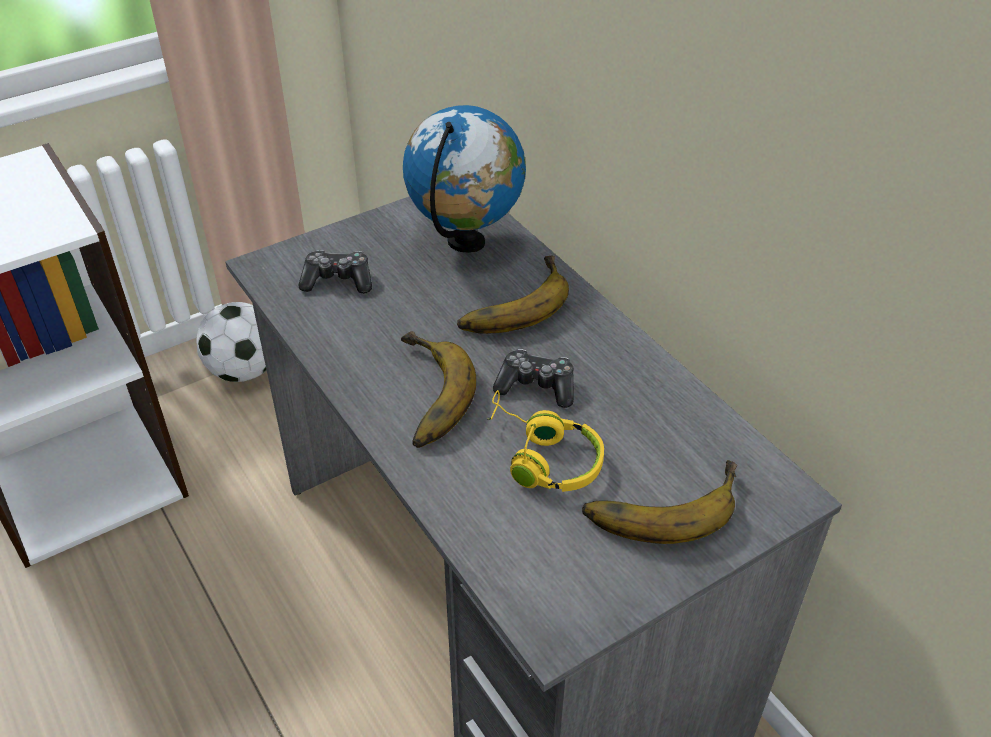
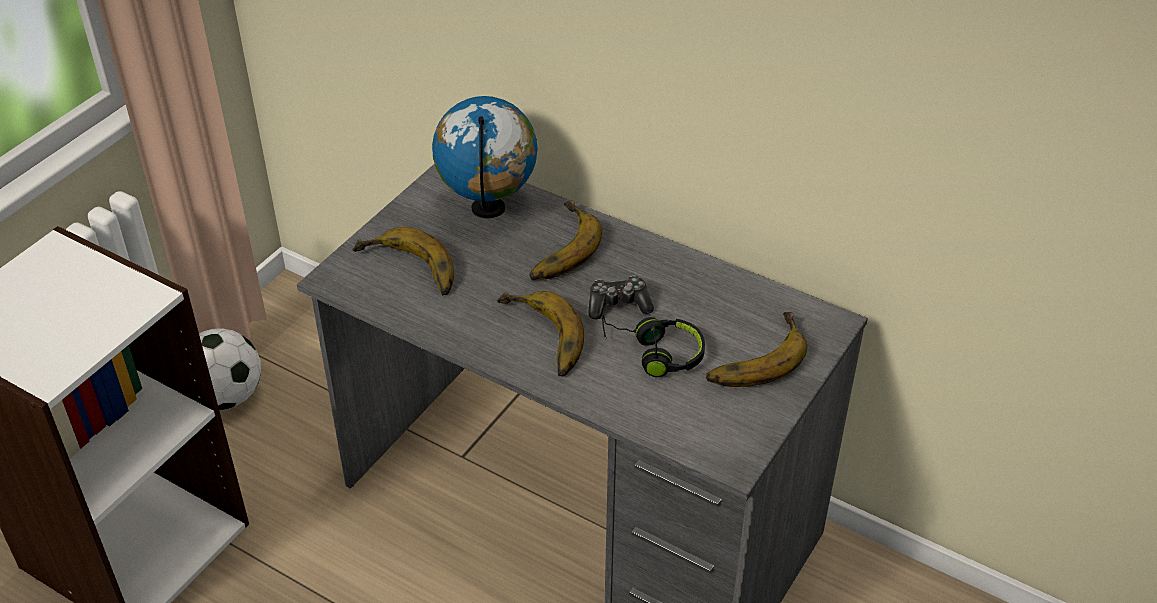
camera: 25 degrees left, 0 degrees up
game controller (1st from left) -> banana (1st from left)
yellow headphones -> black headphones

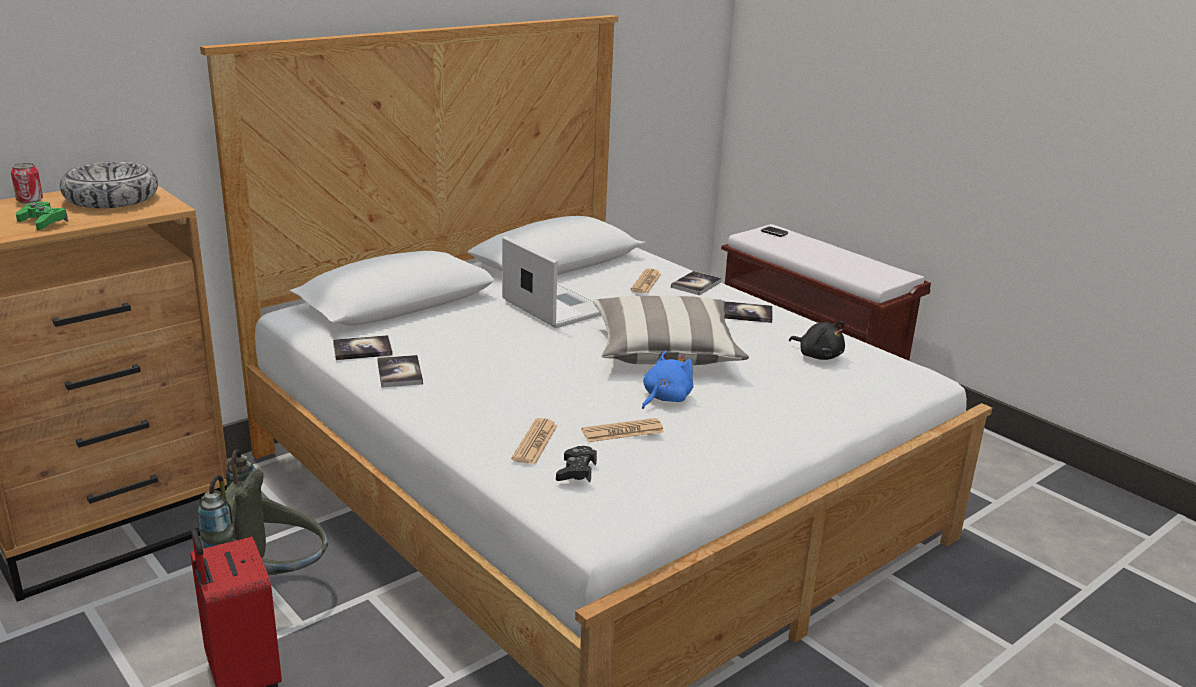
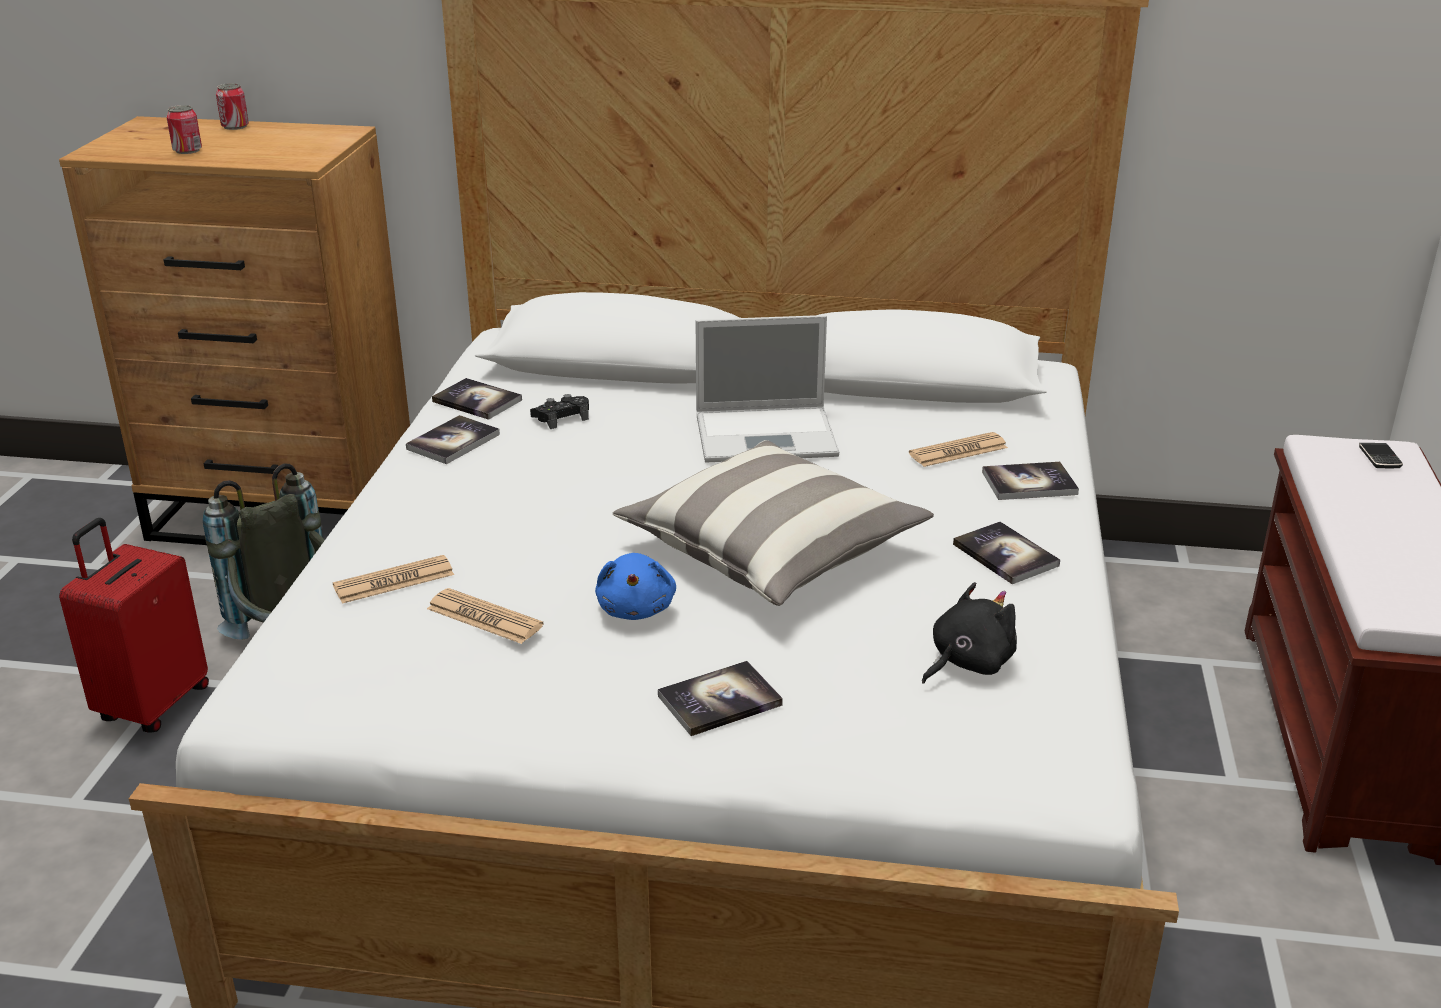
camera: 50 degrees right, 5 degrees up
bowl -> none
green game controller -> can (1st from left)
laptop, 75 degrees clockwise
black plush toy, 135 degrees counterclockwise
blue plush toy, 90 degrees clockwise
black game controller, moved
none -> book (3rd from left)

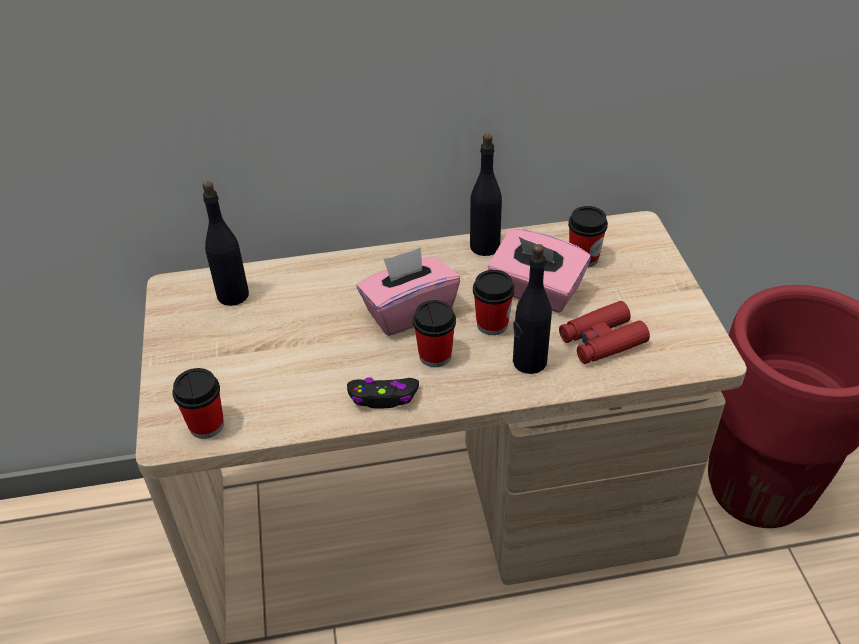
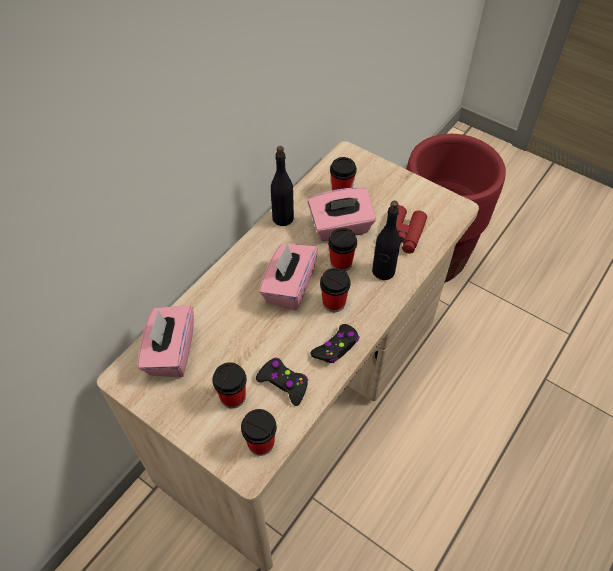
camera: 45 degrees left, 10 degrees up
black bottle (1st from left) -> pink tissue box (1st from left)
none -> black game controller (1st from left)
none -> cup (1st from left)

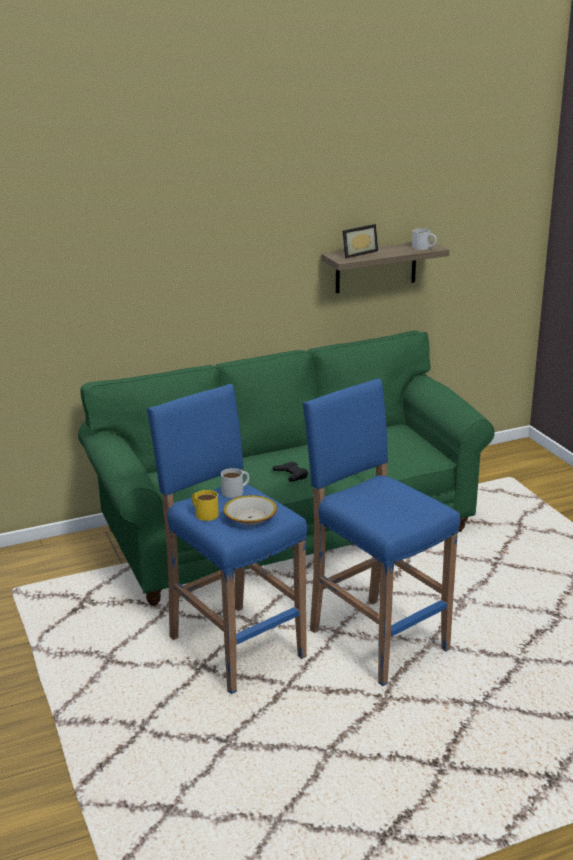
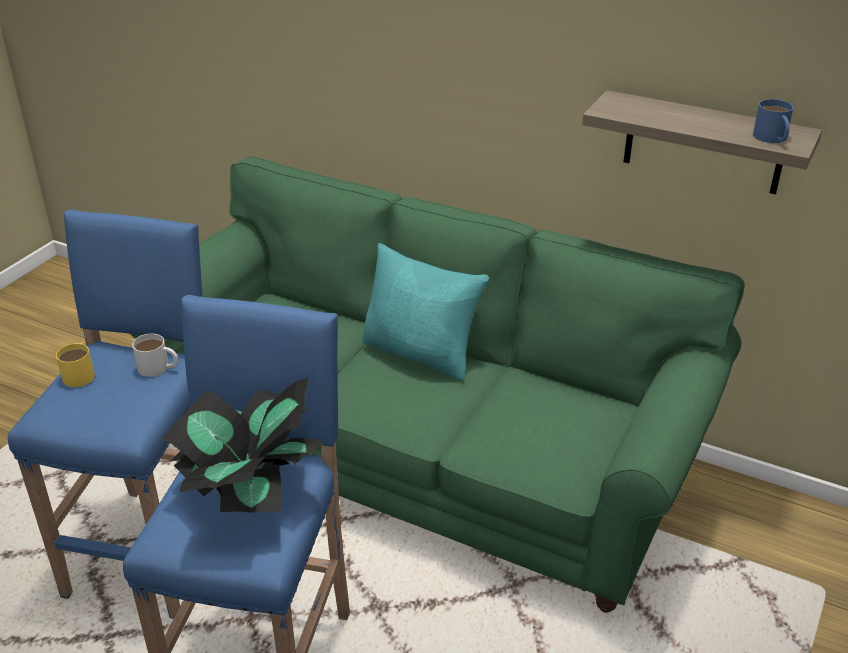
camera: 50 degrees right, 10 degrees up
picture frame -> none
white mug (2nd from left) -> blue mug
black game controller -> none
bowl -> none
none -> turquoise pillow
none -> potted plant

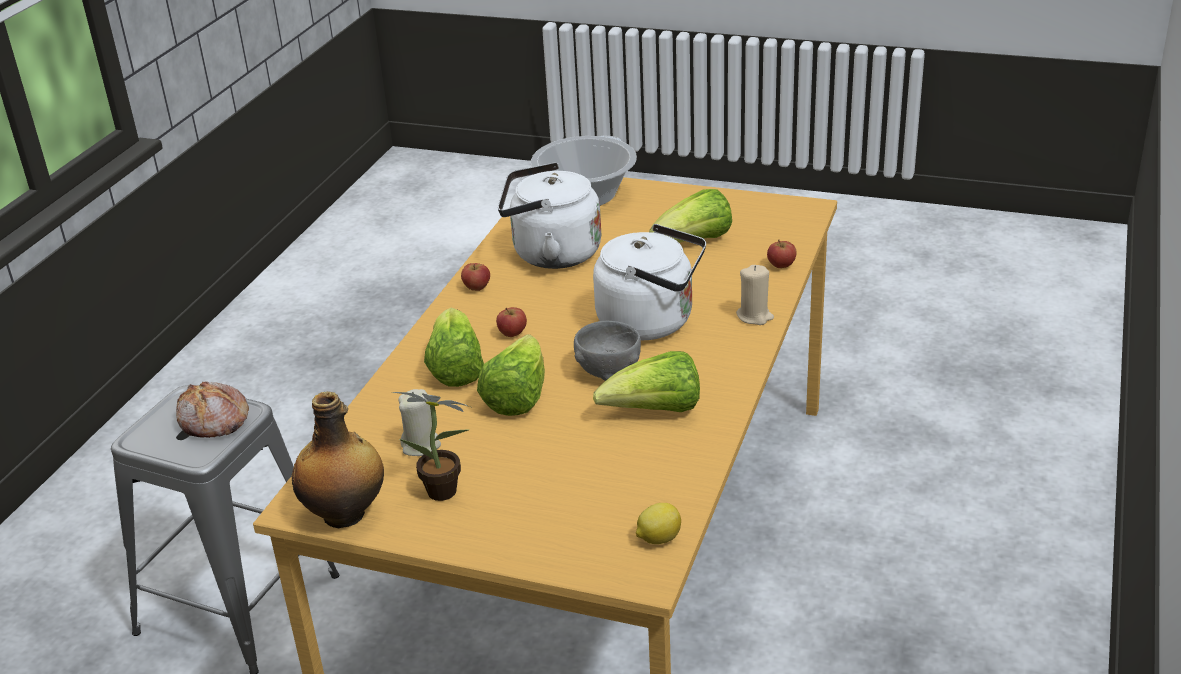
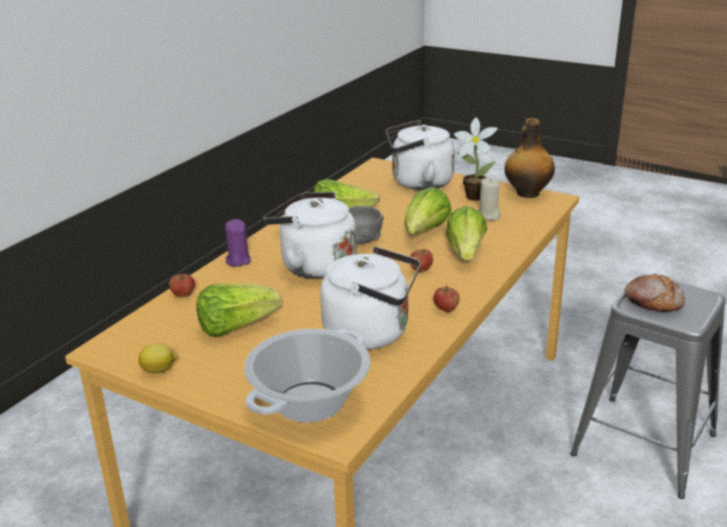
camera: 170 degrees left, 5 degrees down
beige candle (2nd from left) -> purple candle
lemon, moved
none -> white kettle (3rd from left)

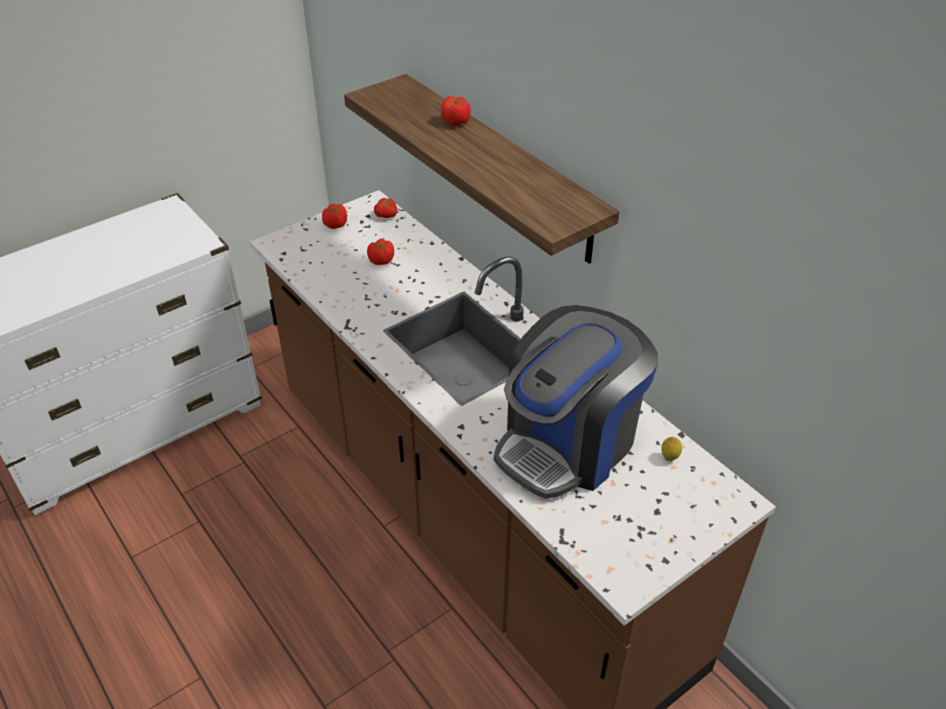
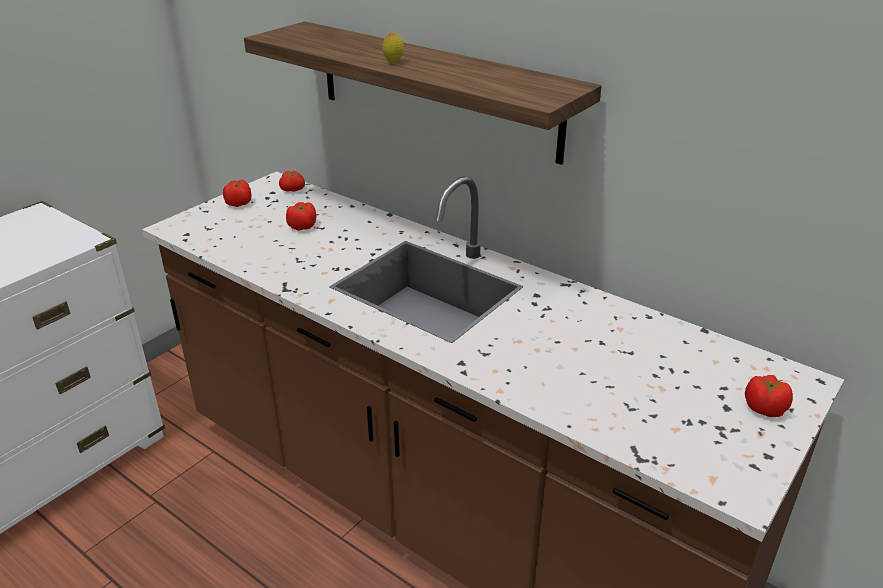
camera: 15 degrees left, 10 degrees down
tomato (4th from left), moved
coffee machine -> none
lemon, moved

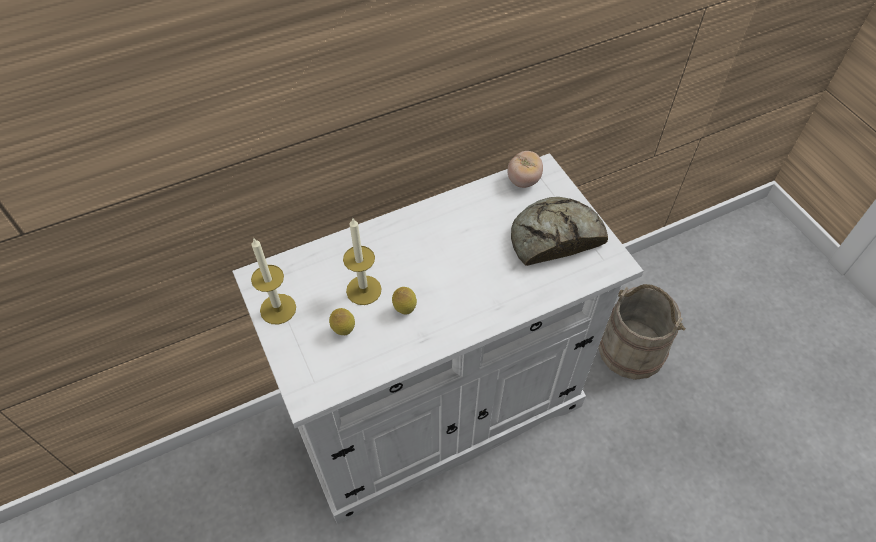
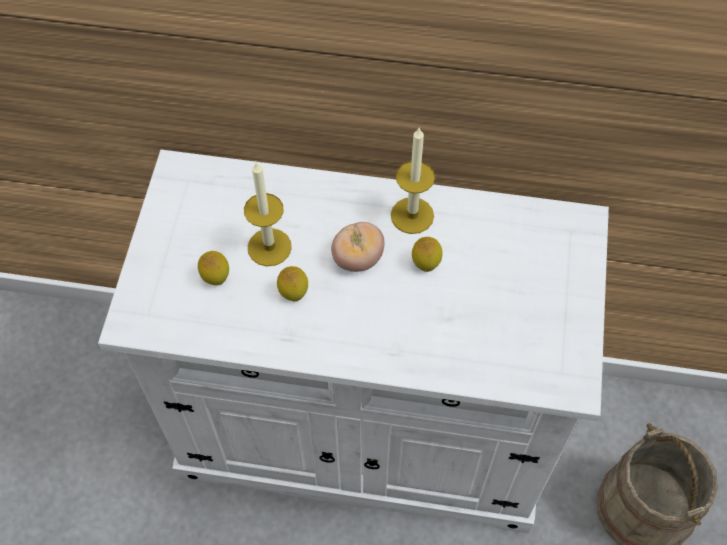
camera: 35 degrees right, 5 degrees up
tomato, moved
bread -> none
candle (1st from left in the first image) -> candle (2nd from left), moved
none -> lemon (3rd from left)

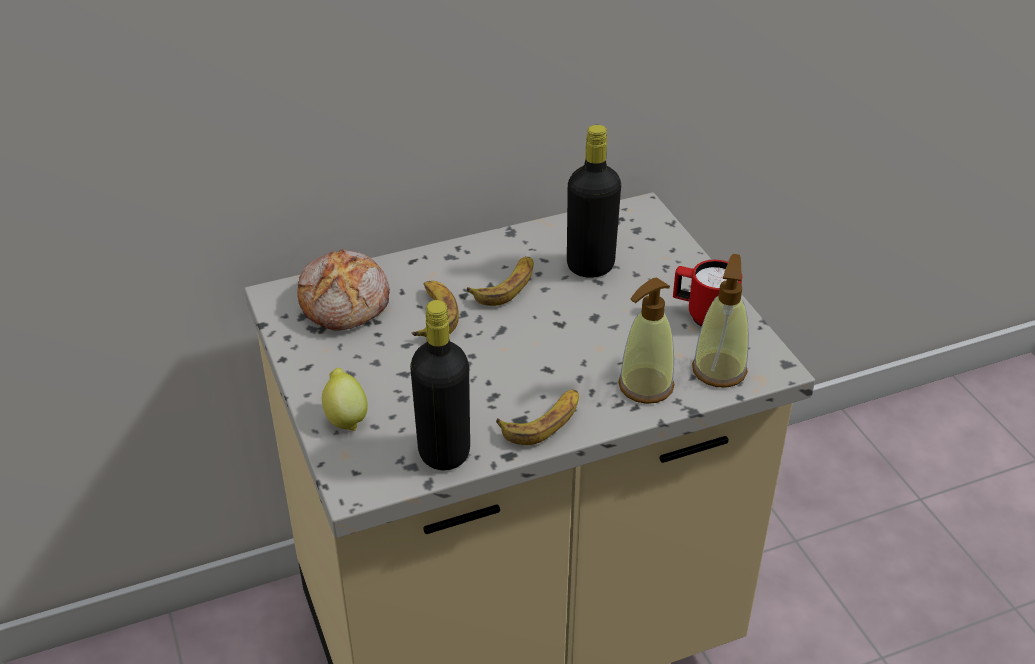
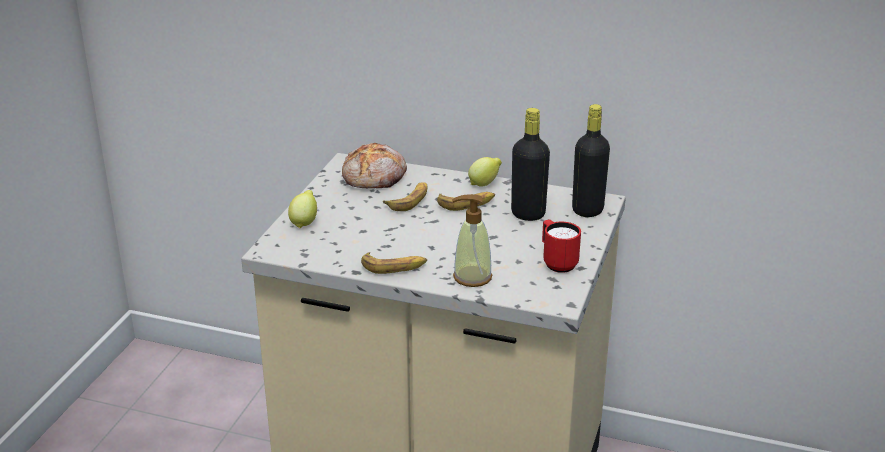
camera: 40 degrees right, 10 degrees down
soap dispenser (2nd from left) -> none
black bottle (1st from left in the first image) -> black bottle (2nd from left), moved
none -> lemon (2nd from left)

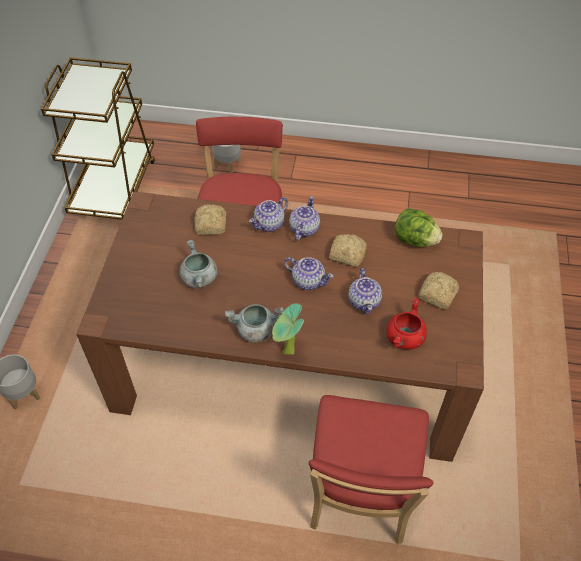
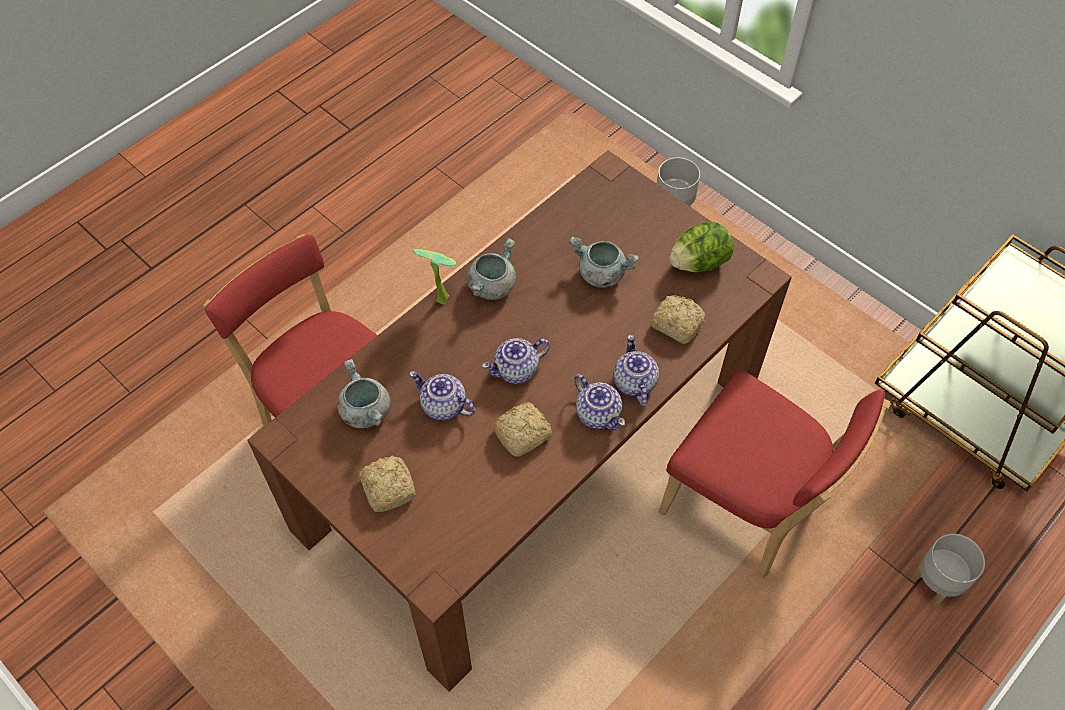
camera: 125 degrees right, 5 degrees up
lettuce, moved
red cooking pot -> grey cooking pot (1st from left)

